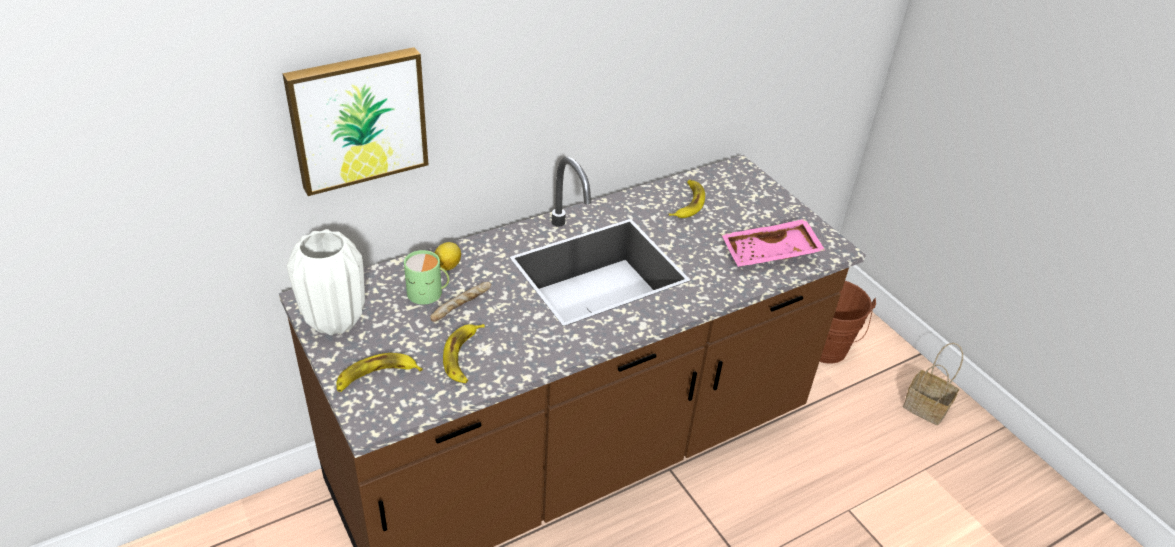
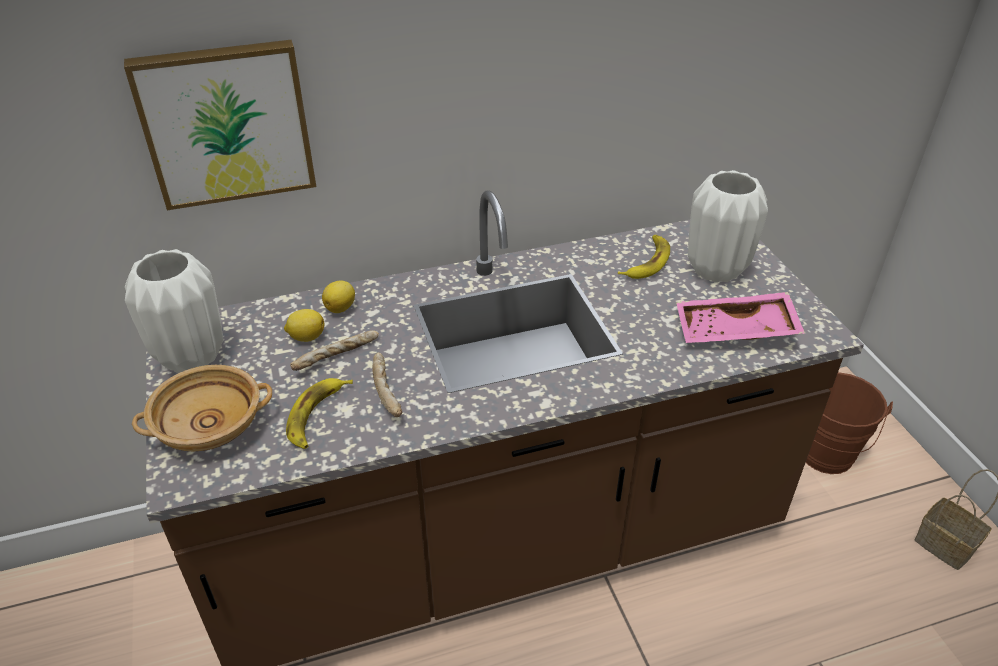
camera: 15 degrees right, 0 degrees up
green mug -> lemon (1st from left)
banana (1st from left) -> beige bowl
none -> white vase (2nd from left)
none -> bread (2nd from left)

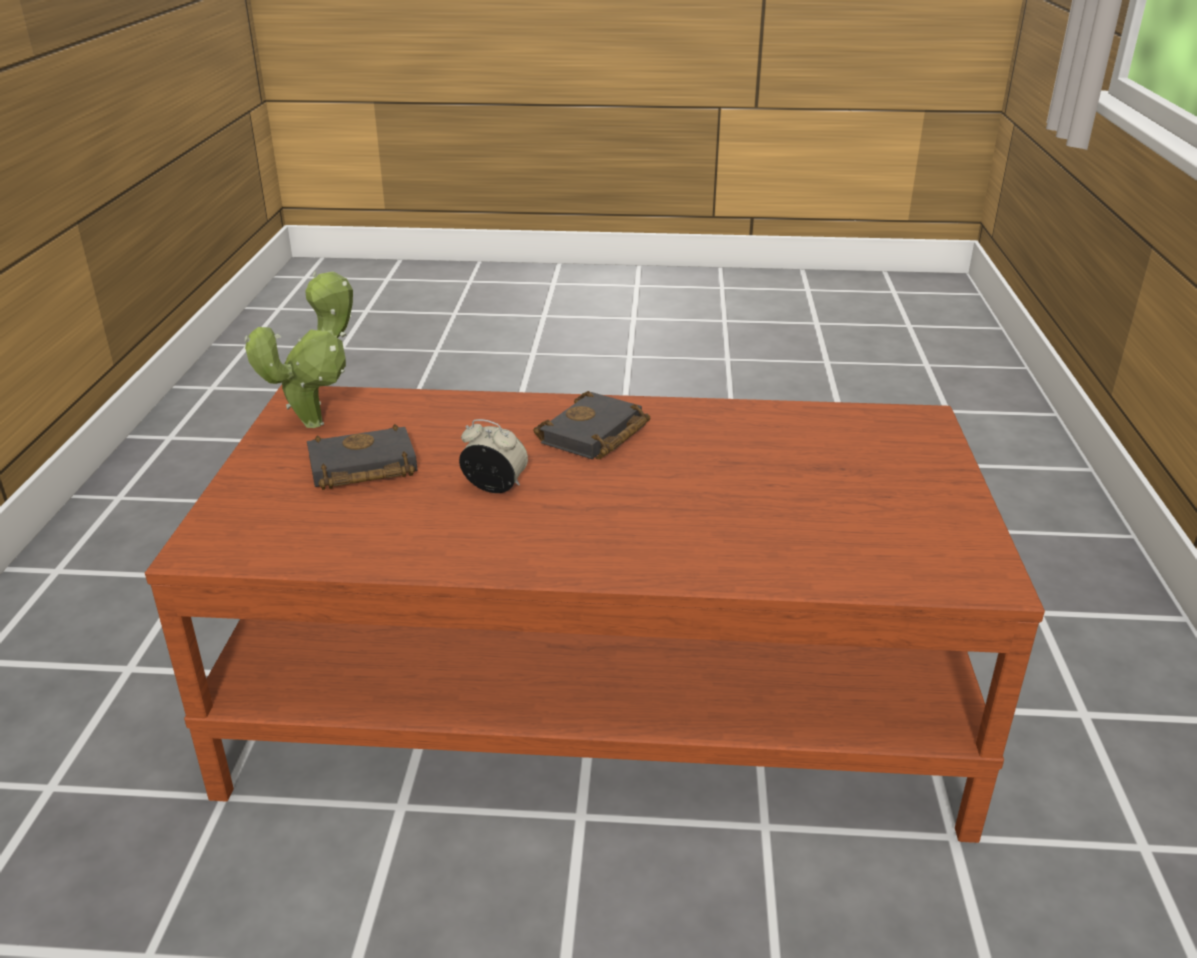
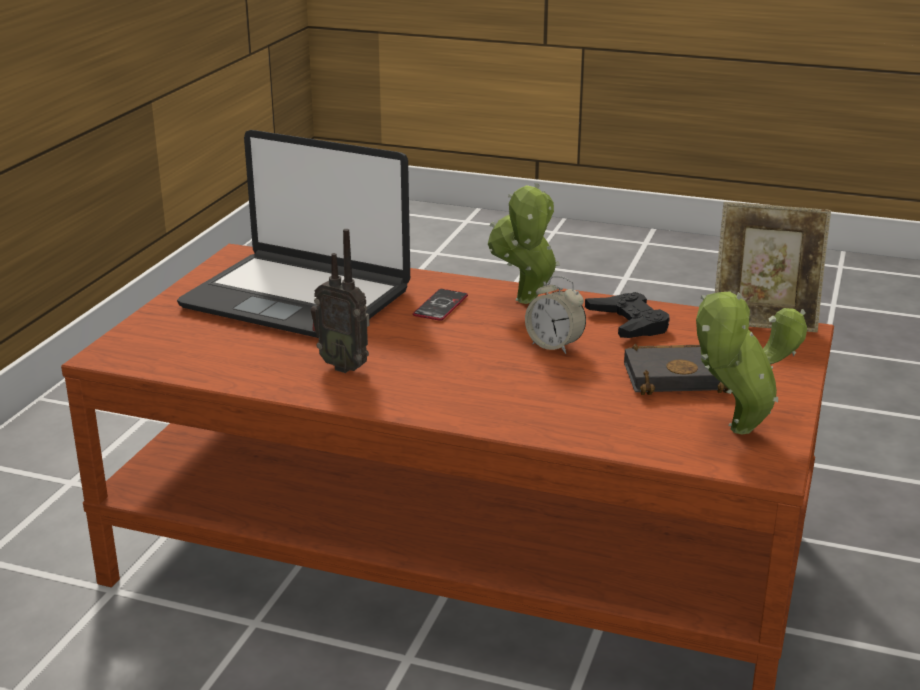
camera: 165 degrees left, 5 degrees down
black book (2nd from left) -> none
none -> laptop
none -> potted plant (1st from left)
none -> picture frame
none -> radio
none -> phone
none -> black game controller

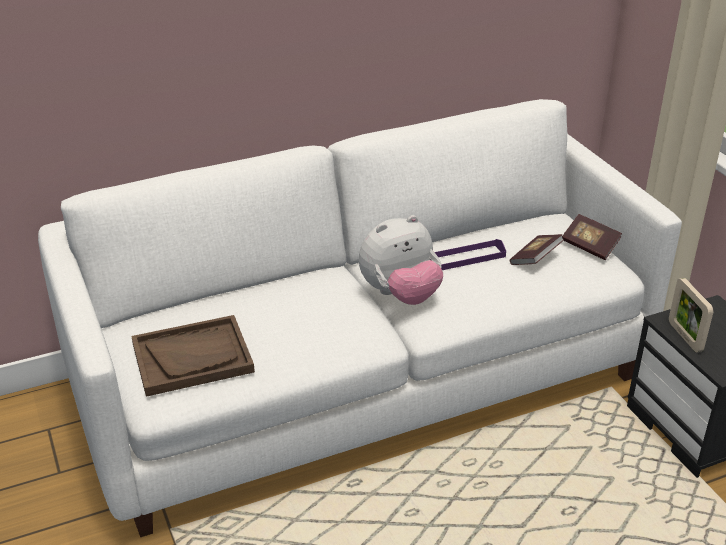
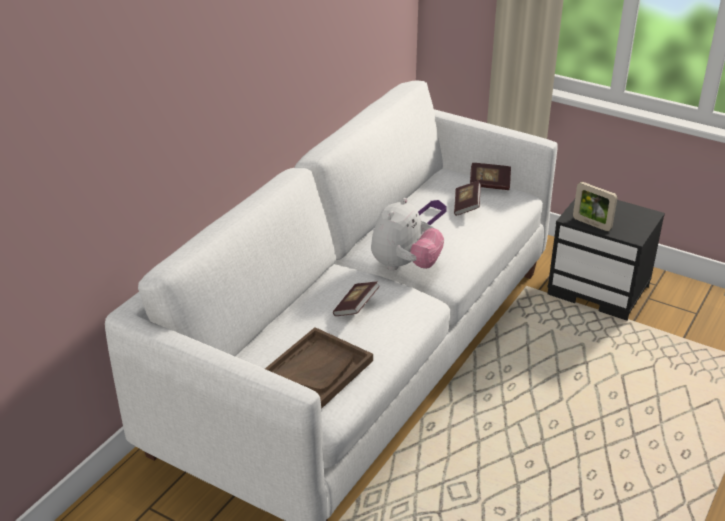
camera: 35 degrees left, 0 degrees up
none -> book (1st from left)

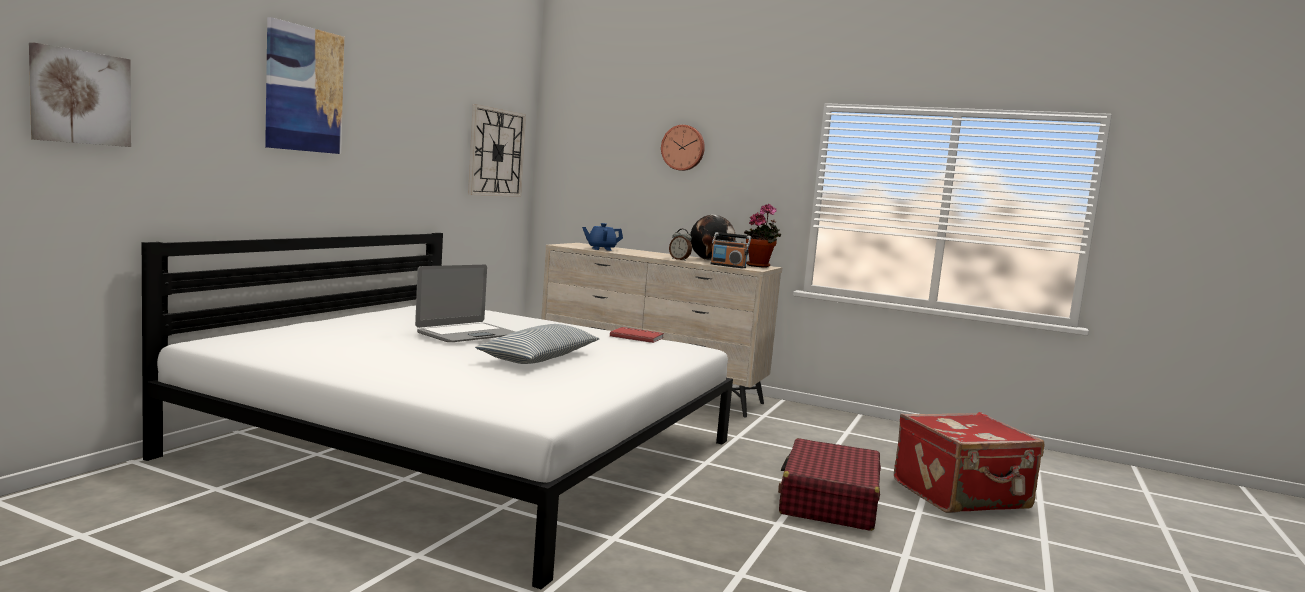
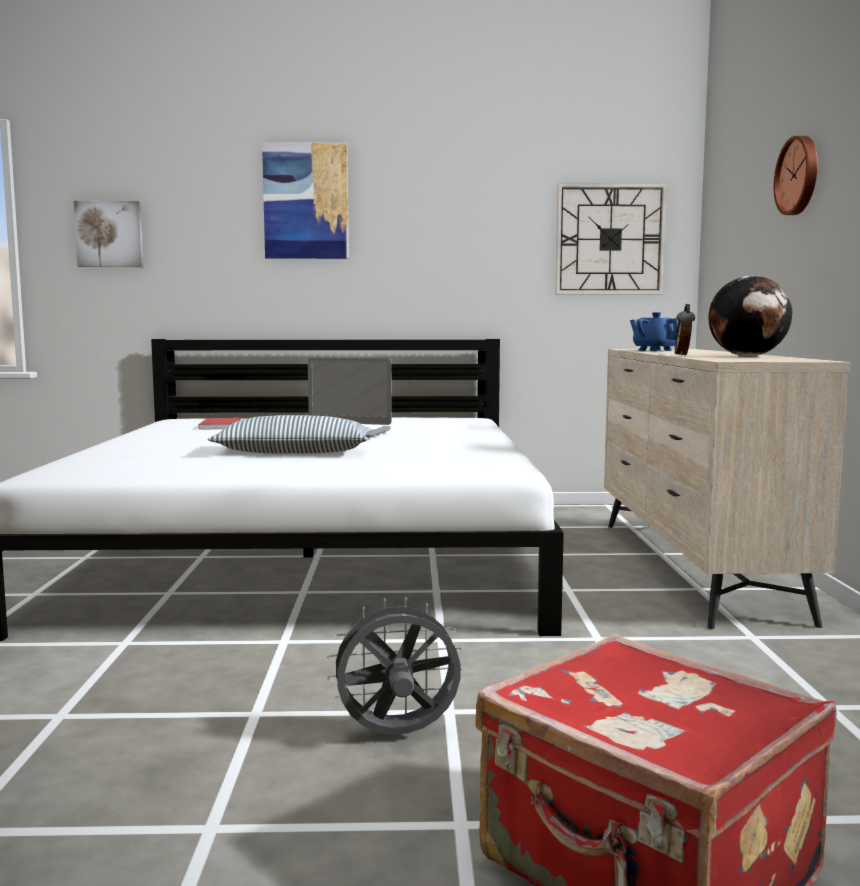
camera: 65 degrees right, 0 degrees up
potted plant -> none
radio -> none
red book, moved
red suitcase (1st from left) -> grey fan

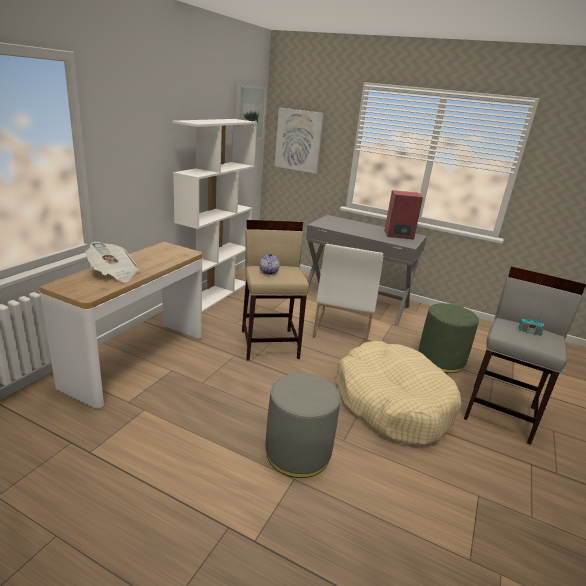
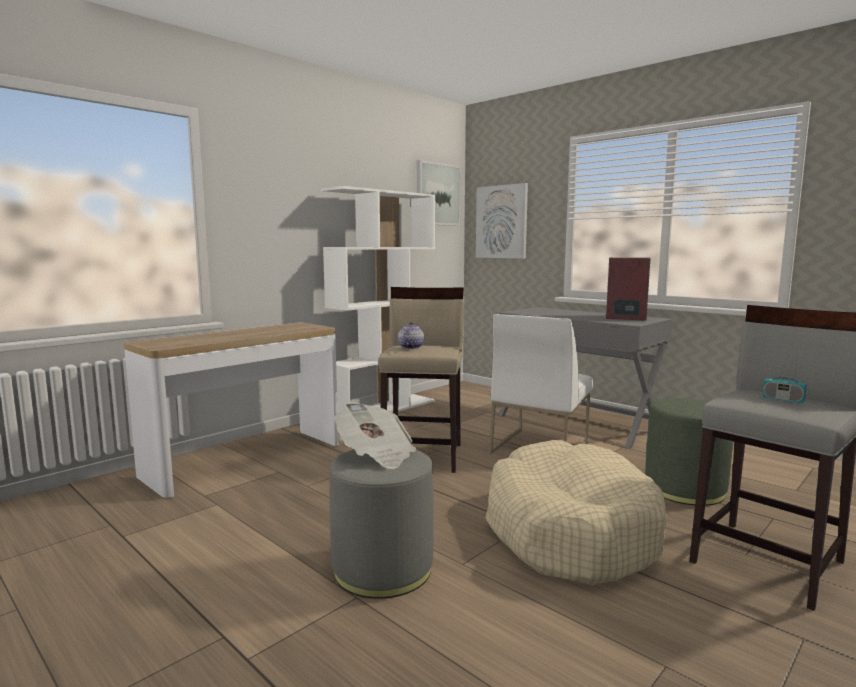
camera: 20 degrees right, 15 degrees down
newspaper, moved

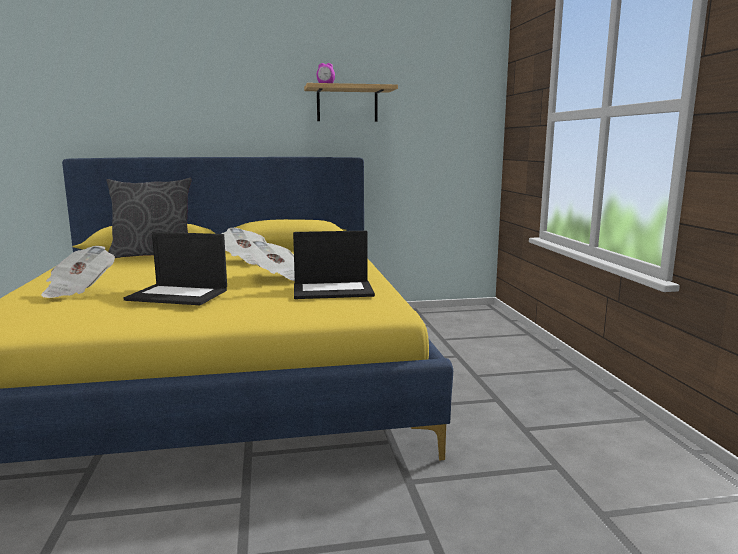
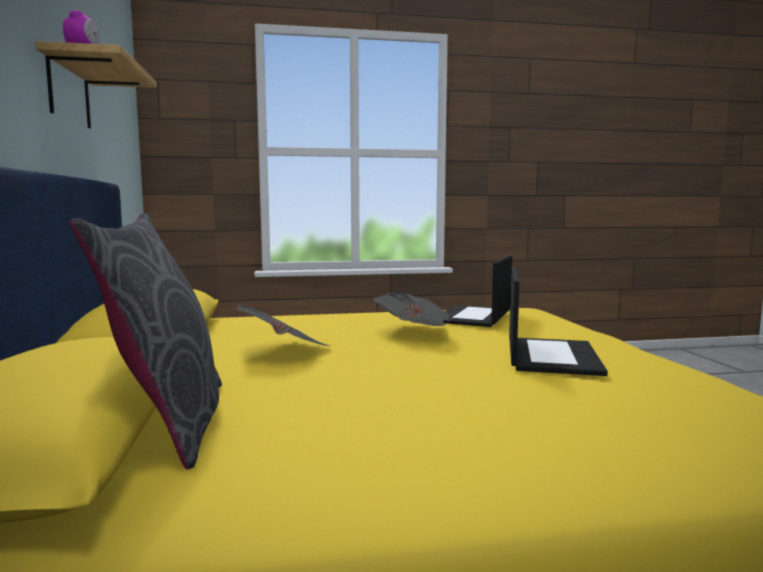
camera: 90 degrees left, 5 degrees down
laptop (2nd from left in the first image) -> laptop (1st from left), 150 degrees counterclockwise
newspaper (1st from left) -> none

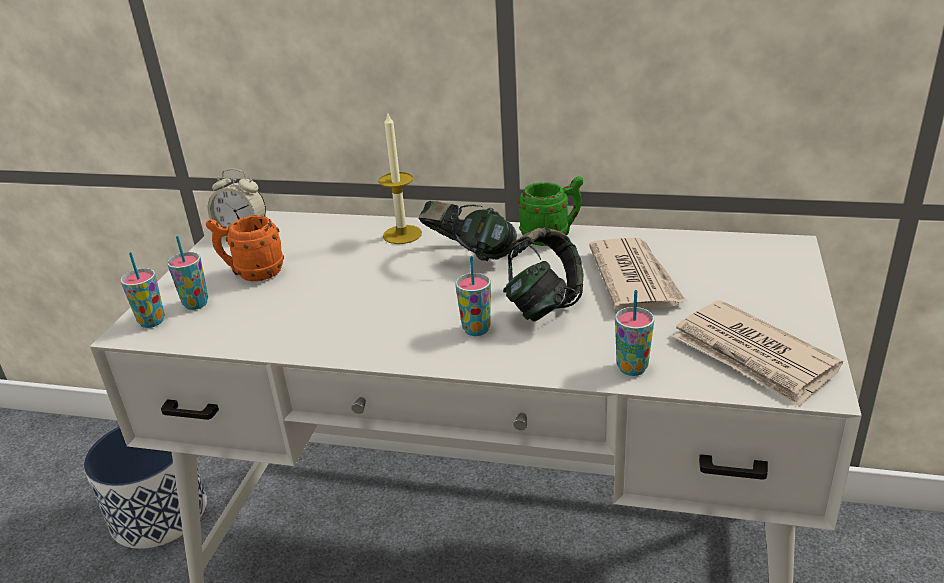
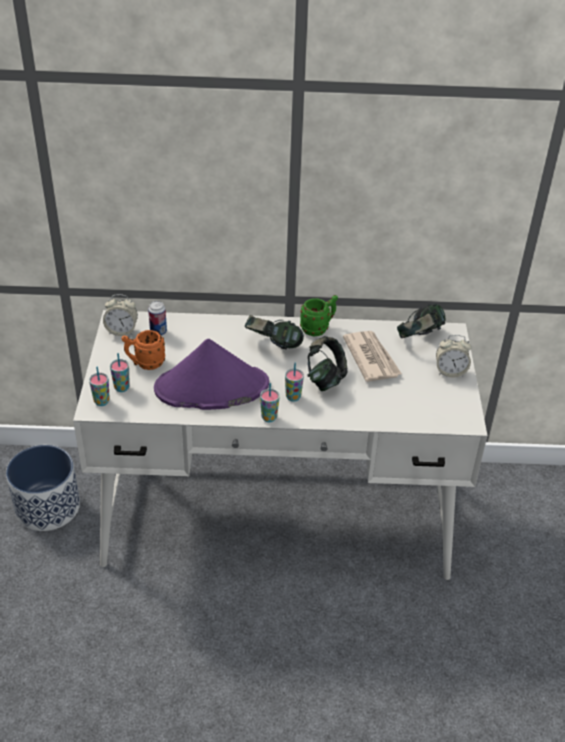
camera: 15 degrees left, 10 degrees up
candle -> none
cup (4th from left in the first image) -> cup (3rd from left), moved
newspaper (2nd from left) -> none
none -> can
none -> headphones (3rd from left)
none -> alarm clock (2nd from left)
none -> purple hat

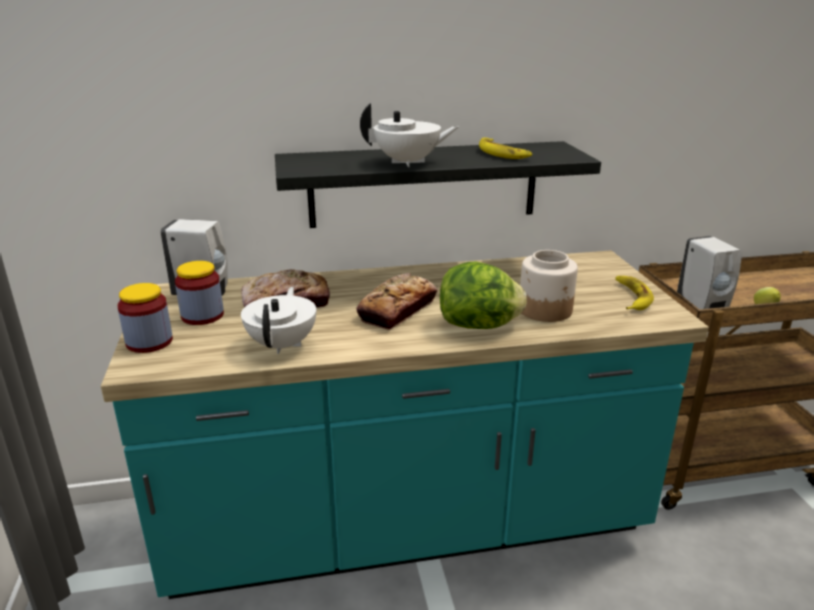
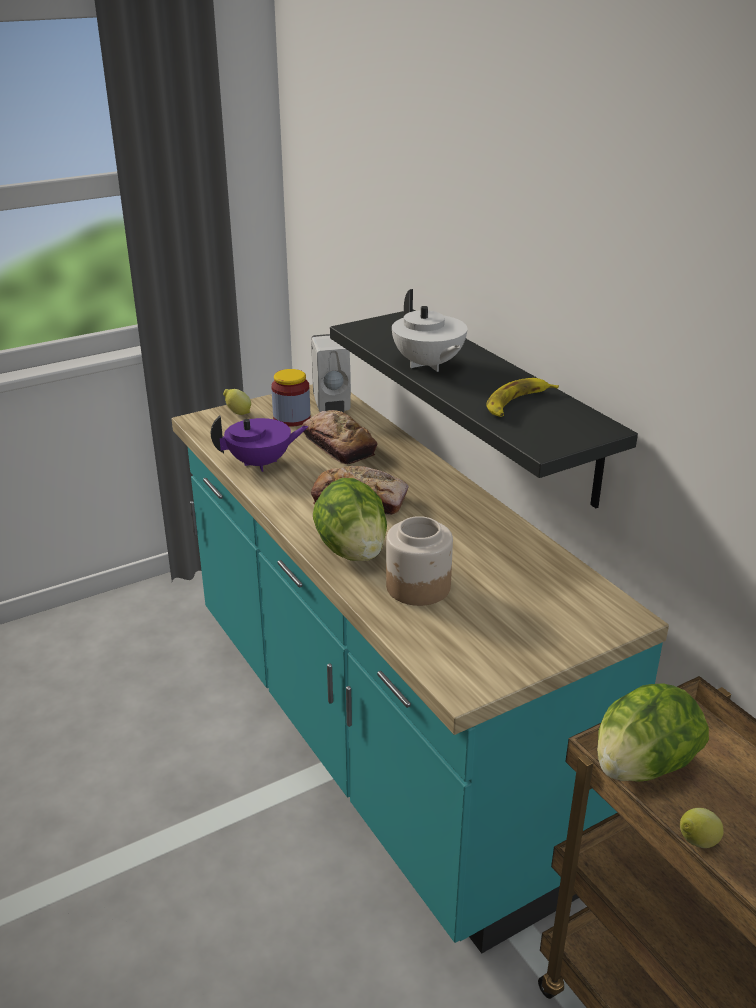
camera: 70 degrees right, 5 degrees up
white soap dispenser (2nd from left) -> lettuce (2nd from left)
banana (2nd from left) -> none
jar (1st from left) -> lemon (1st from left)
white teapot (1st from left) -> purple teapot

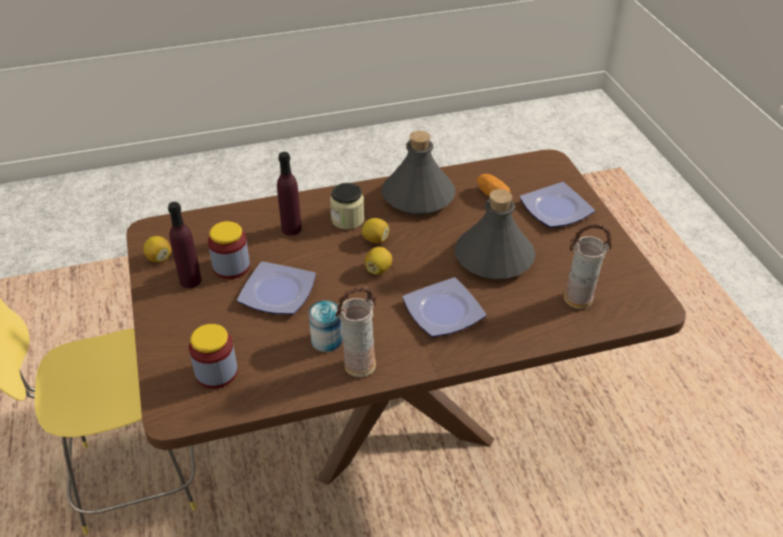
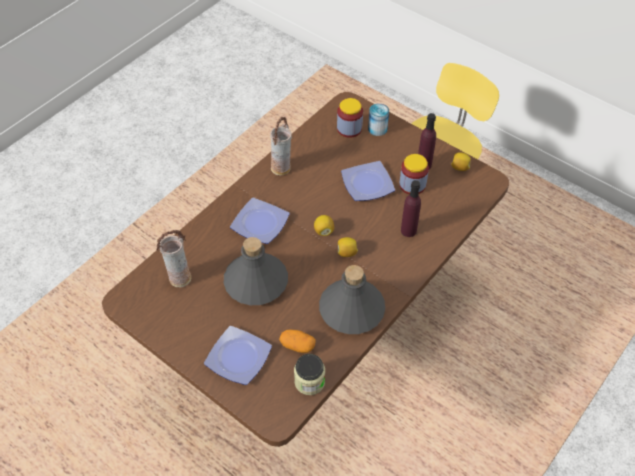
camera: 145 degrees right, 10 degrees up
jar (3rd from left in the first image) -> jar (1st from left), moved
can, moved

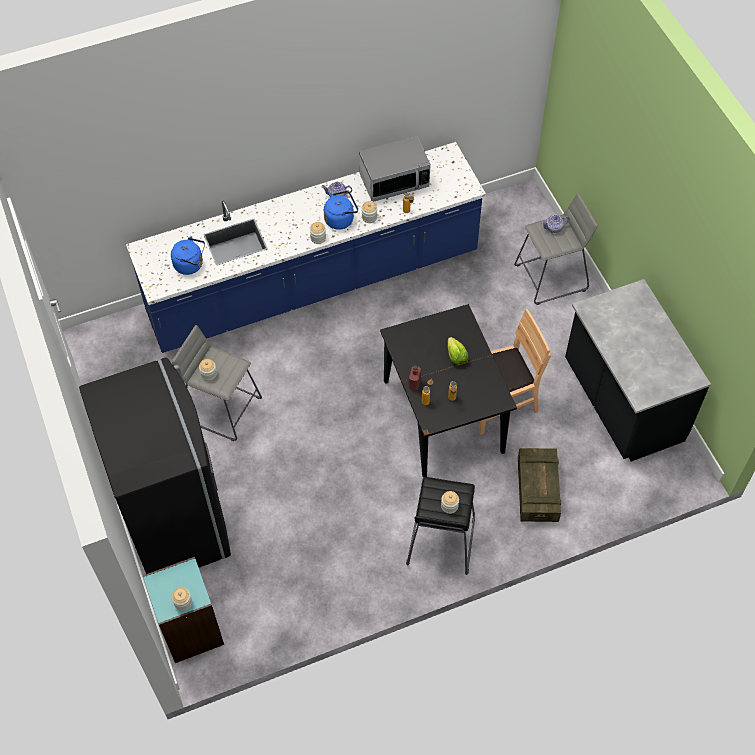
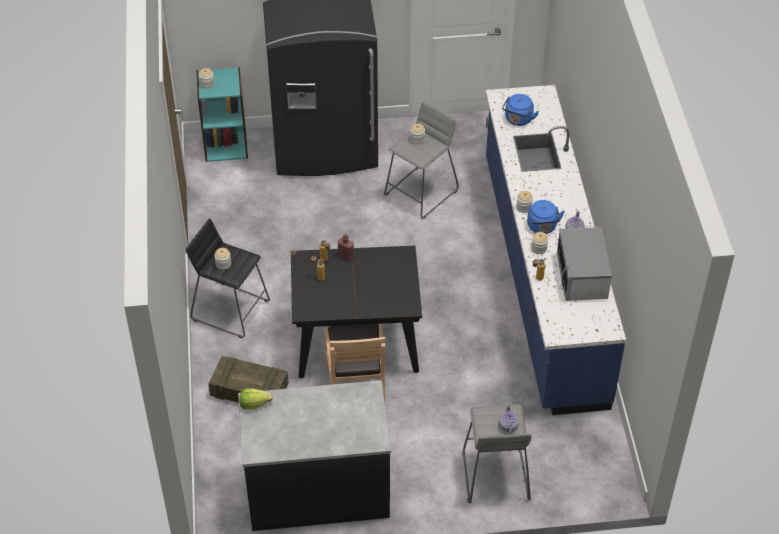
camera: 105 degrees right, 10 degrees down
lettuce, moved

